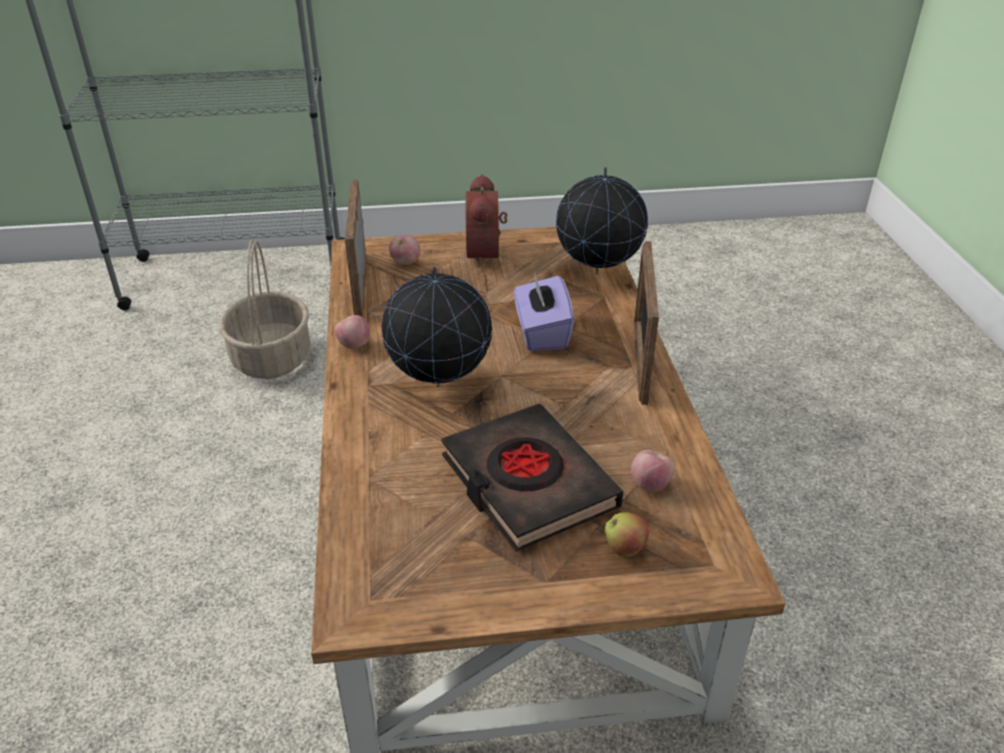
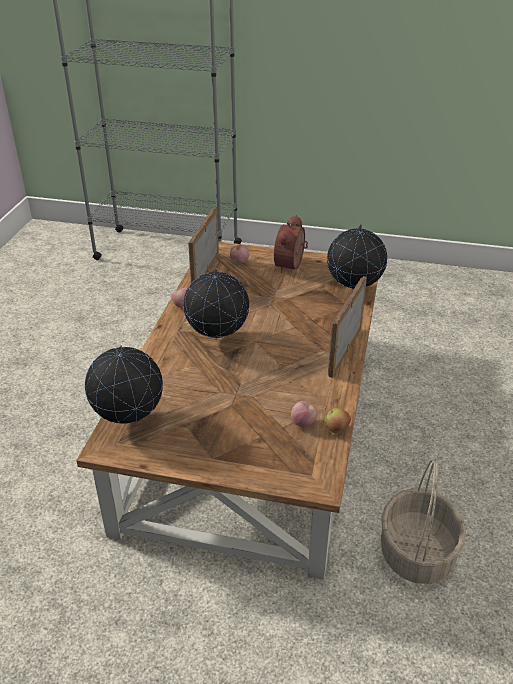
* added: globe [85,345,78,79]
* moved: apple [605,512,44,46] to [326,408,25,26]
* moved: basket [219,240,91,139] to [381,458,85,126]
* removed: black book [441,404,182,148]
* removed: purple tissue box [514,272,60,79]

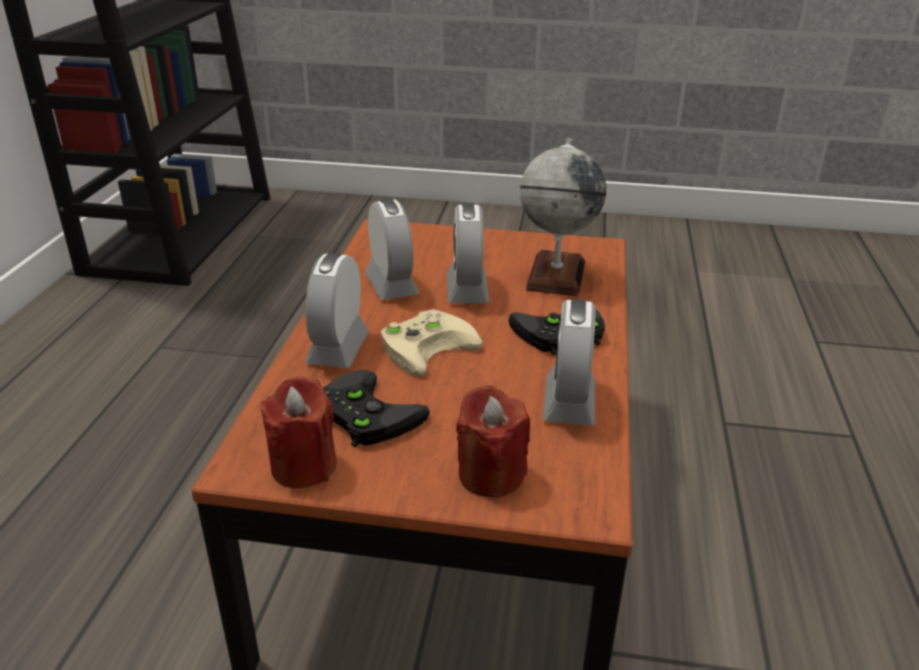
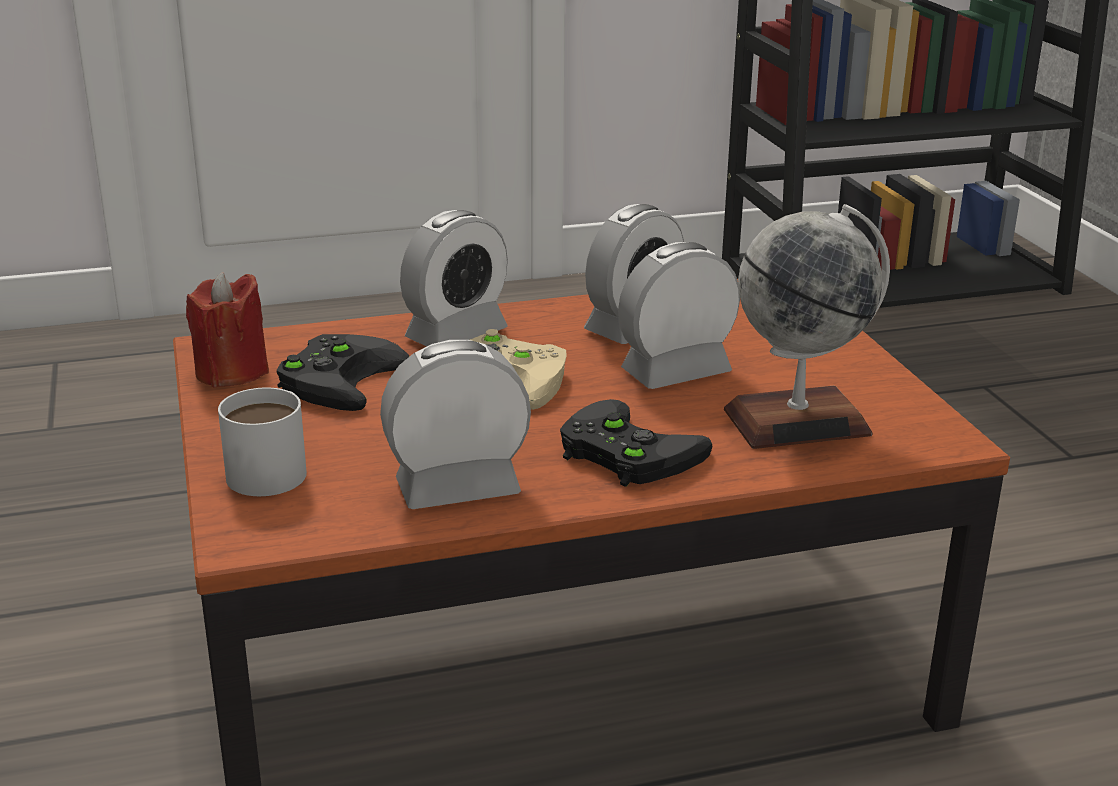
* replaced: red candle [456,385,74,112] to white mug [218,388,89,108]
* turned: alarm clock [305,253,64,115] = [400,210,108,137] 150 degrees clockwise

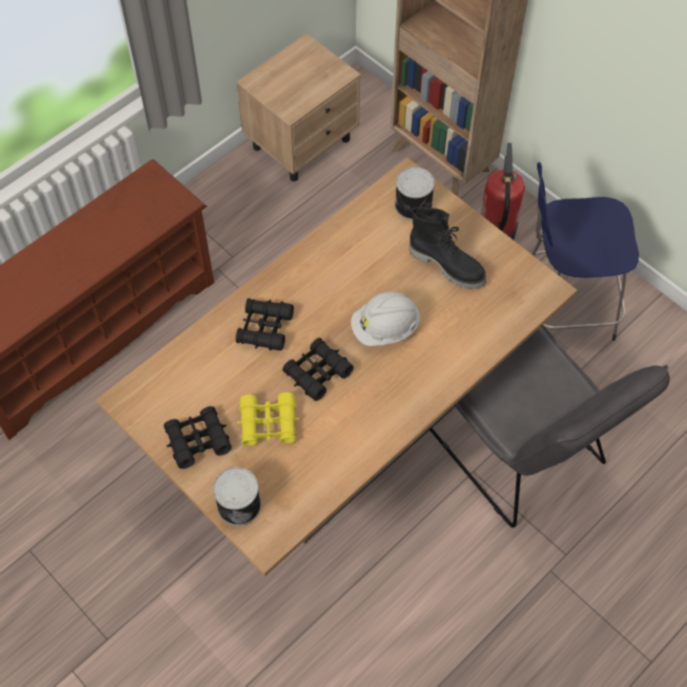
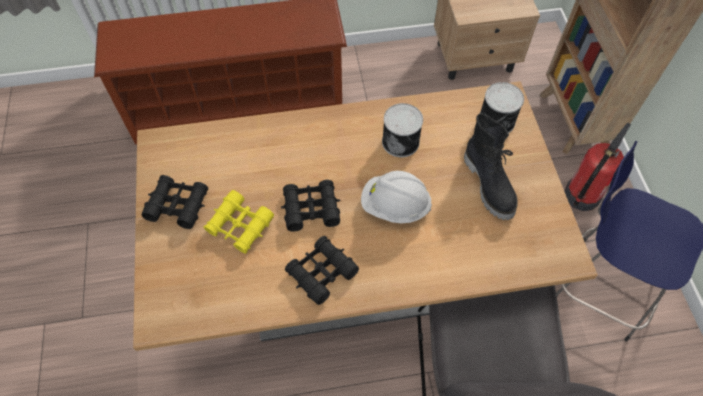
* moved: black binoculars [236,298,58,53] to [285,236,74,69]
* moved: can [213,467,48,59] to [382,103,41,54]

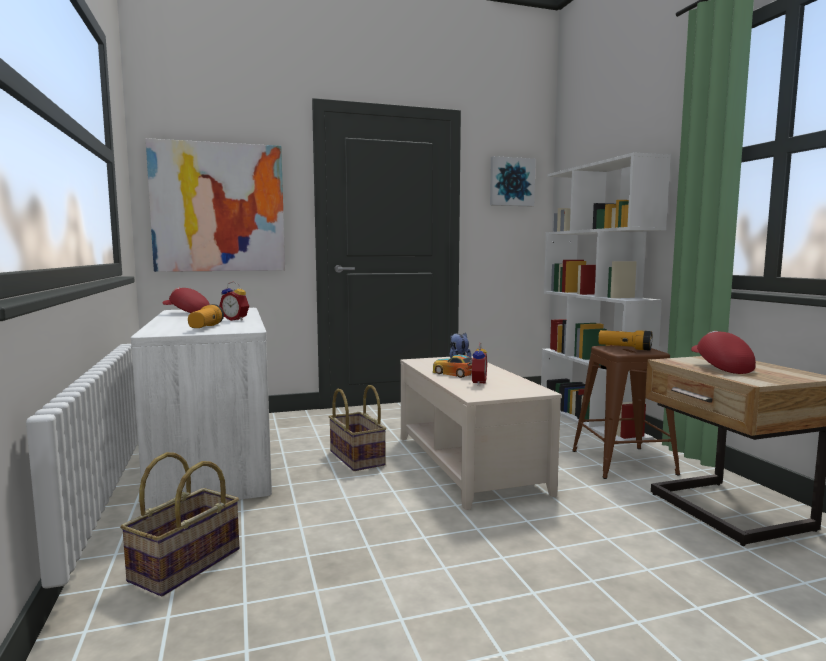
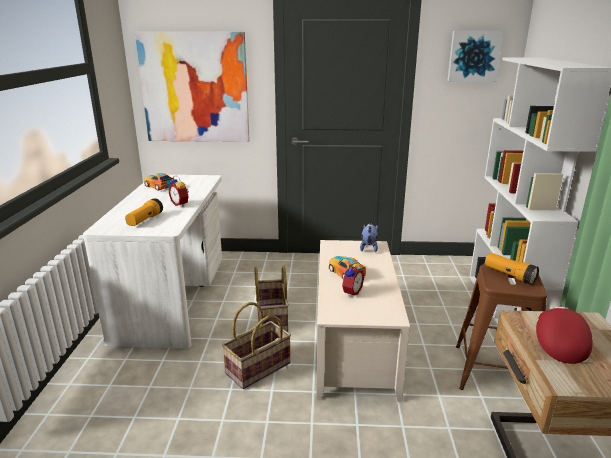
* replaced: red cap [162,288,48,25] to toy car [144,173,31,18]
* moved: basket [120,452,119,145] to [222,302,69,87]

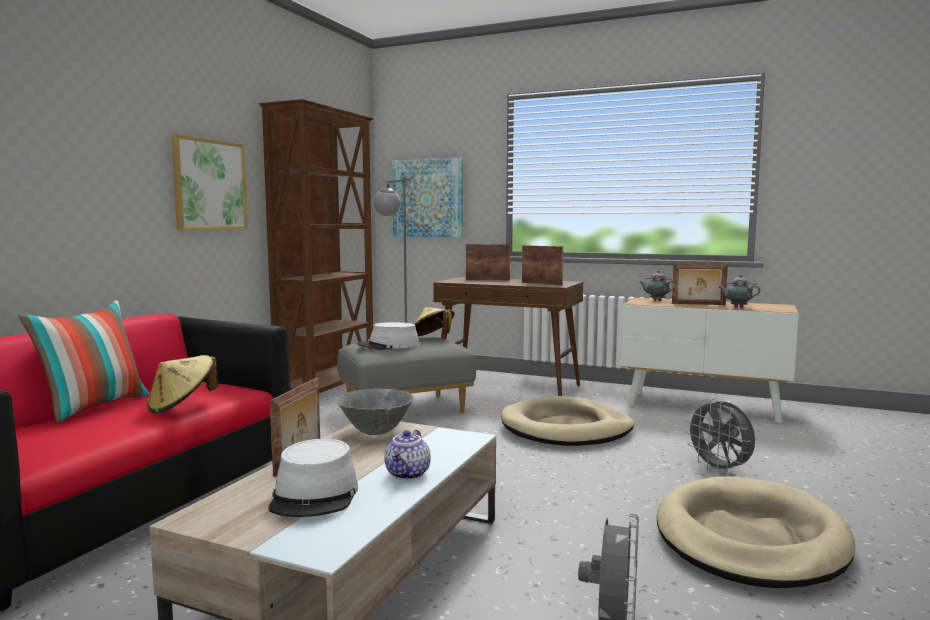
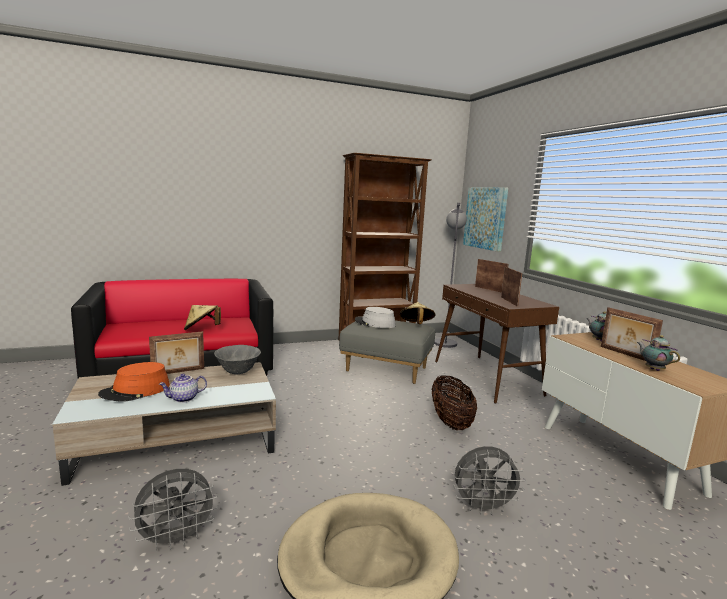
* recoloured: grey hat [268,439,90,78] to orange hat [98,362,72,39]
* replaced: beige dog bed [501,396,133,50] to basket [431,375,46,55]
* turned: grey fan [685,399,70,75] = [453,446,73,69] 105 degrees counterclockwise
* removed: pillow [19,301,131,122]
* removed: picture [171,134,77,96]

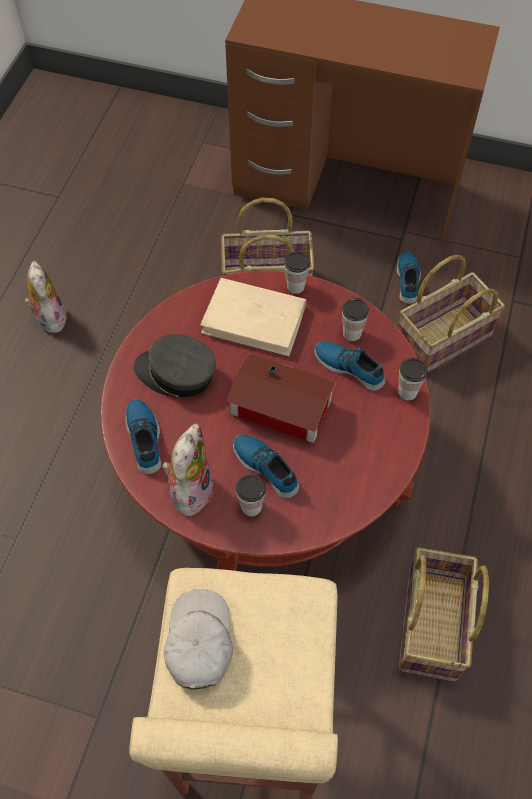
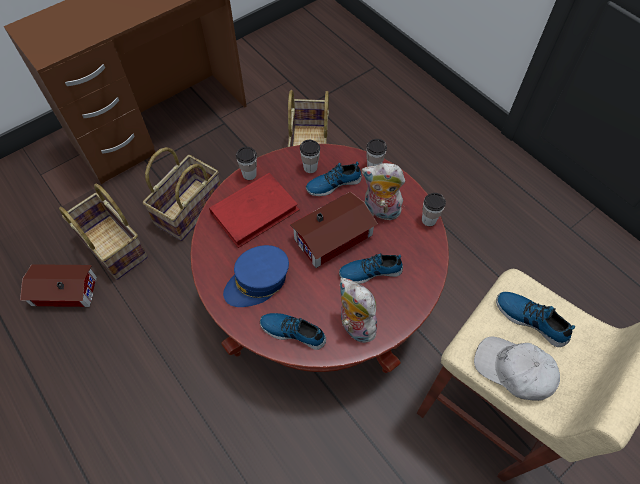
* added: toy house [20,264,77,43]
* moved: basket [398,547,91,135] to [59,184,89,96]
* recoloured: beige book [200,278,106,79] to red book [209,173,91,75]
* recoloured: grey cap [134,334,82,63] to blue cap [223,245,66,62]
* moved: plush toy [24,261,43,72] to [362,163,43,57]
* moved: cup [236,474,30,42] to [422,193,24,33]
* moved: shoe [397,251,24,53] to [496,292,79,55]

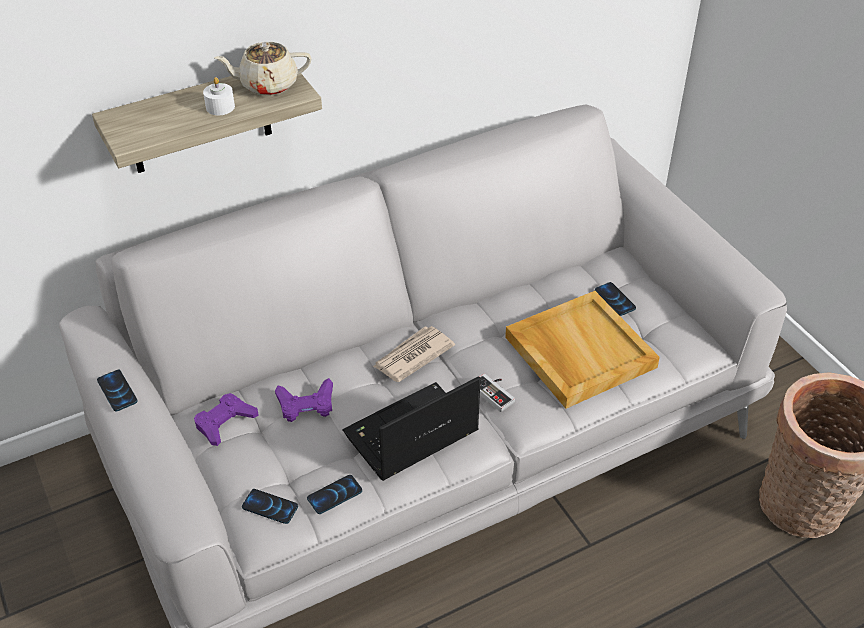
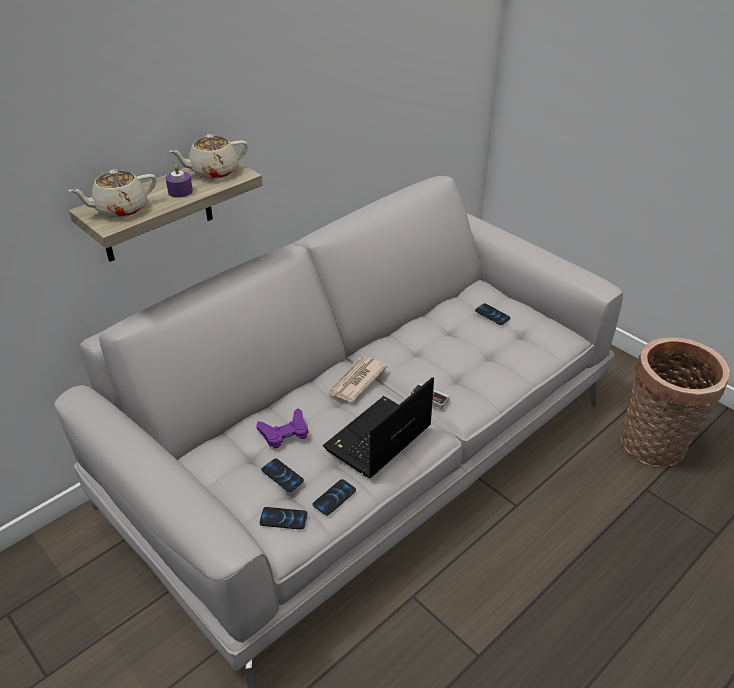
* added: beige teapot [68,169,88,49]
* recoloured: white candle [203,77,32,38] to purple candle [166,165,27,33]
* moved: phone [97,370,40,42] to [261,458,43,34]
* removed: purple game controller [194,393,65,53]
* removed: beige tray [505,291,155,117]

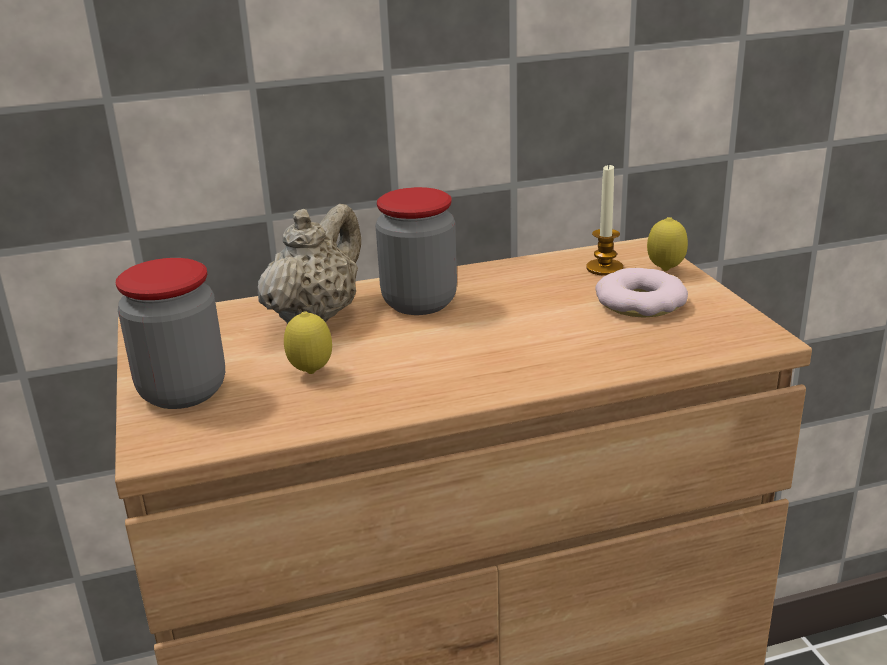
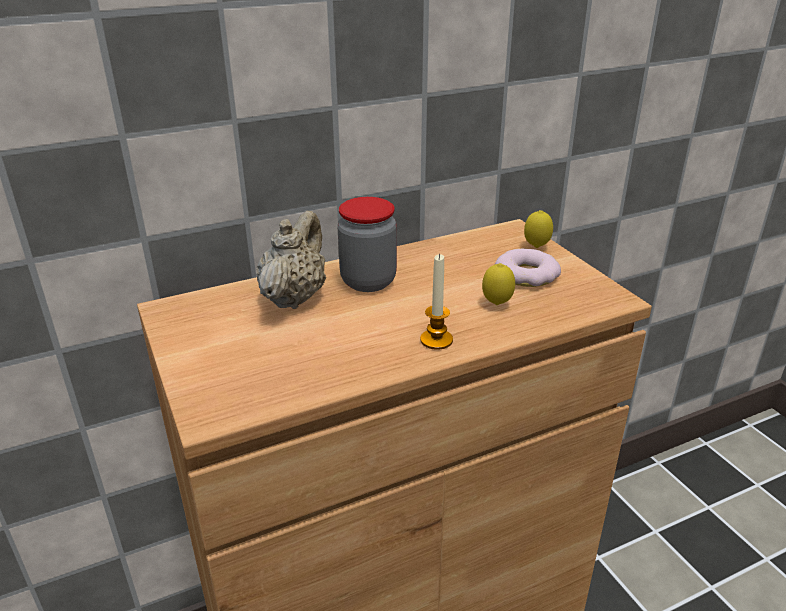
* moved: candle [586,164,37,112] to [420,254,33,96]
* moved: lemon [284,311,48,63] to [482,263,33,42]
* removed: jar [116,258,109,151]

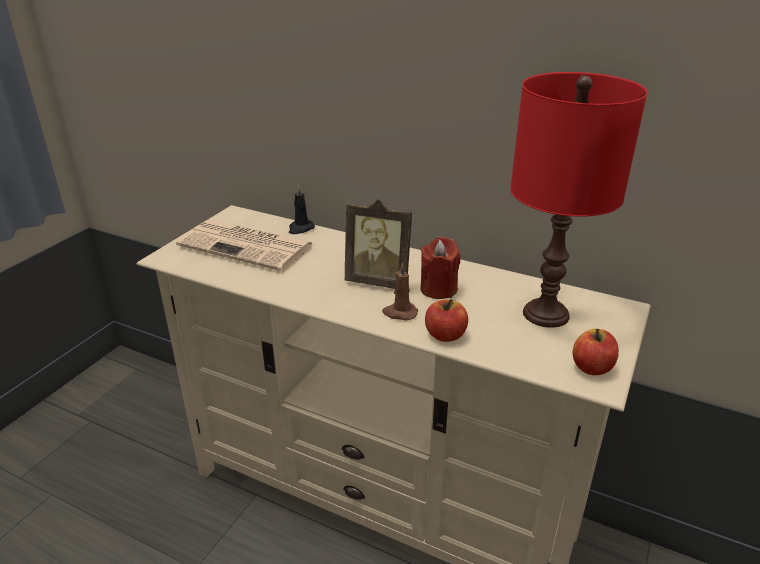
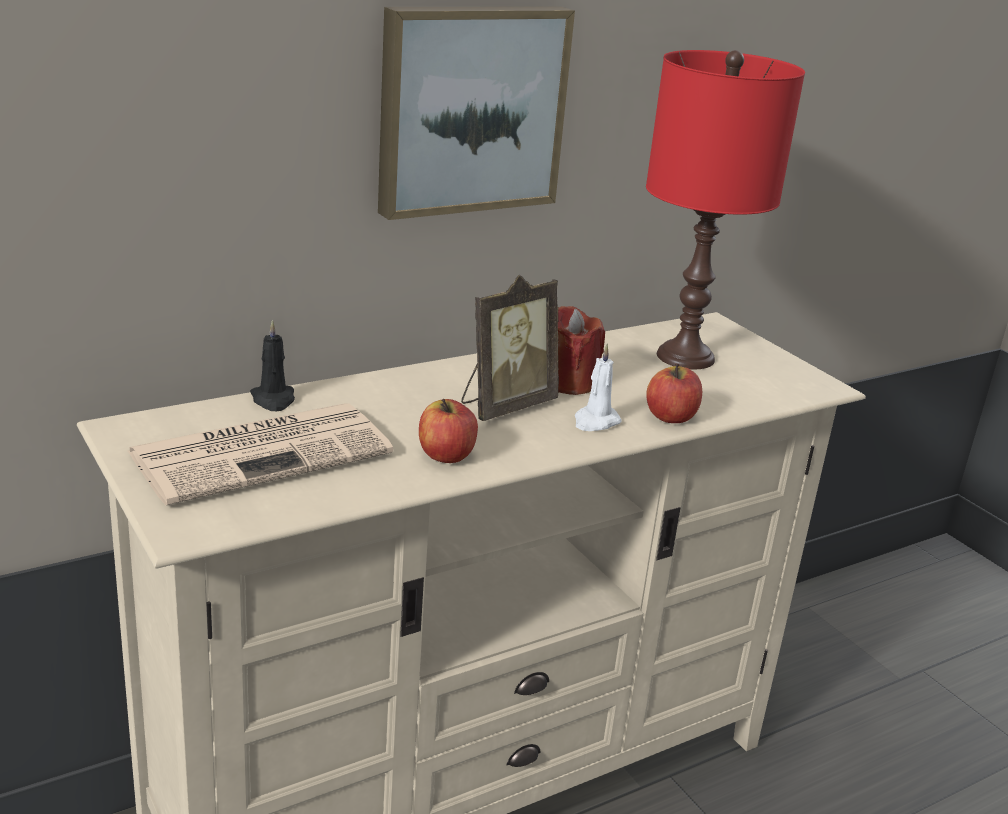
* added: picture [378,6,197,214]
* moved: apple [573,329,46,46] to [419,399,59,64]
* recoloured: brown candle [382,263,36,57] to white candle [575,344,47,87]

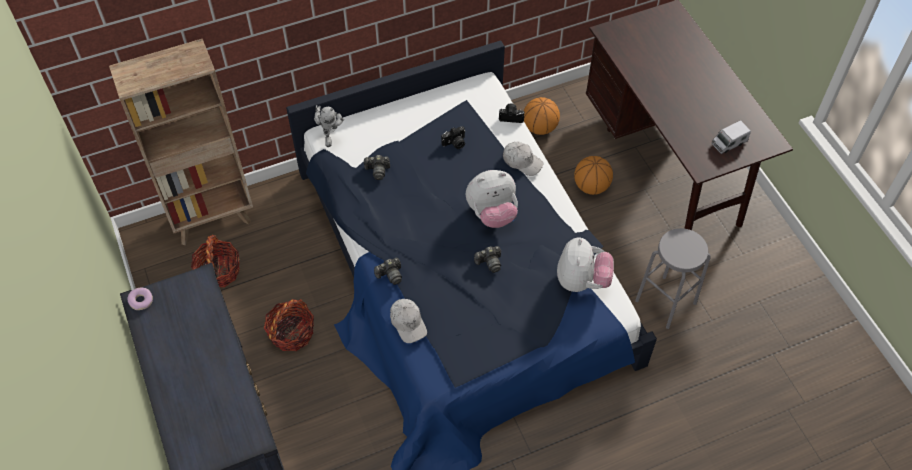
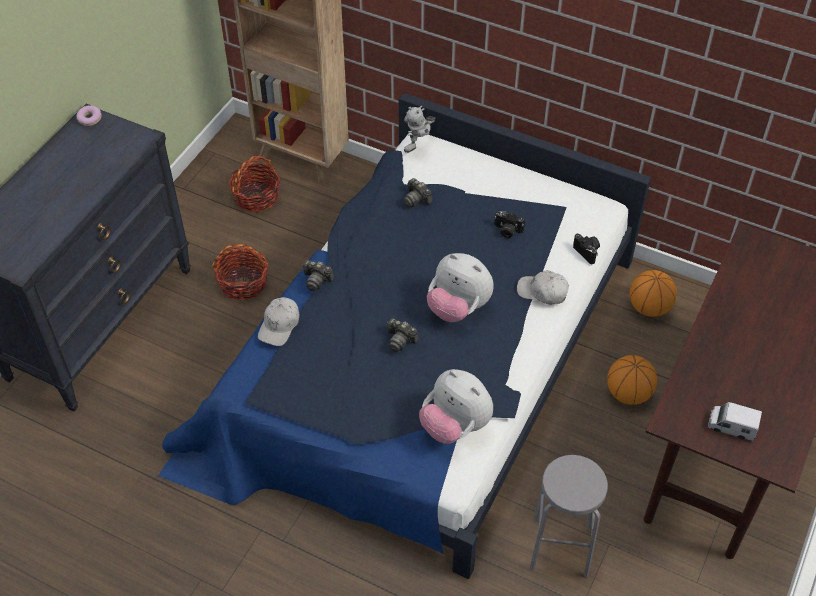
* turned: plush toy [557,238,57,54] = [419,369,74,75] 75 degrees clockwise
* turned: white cap [503,142,41,34] = [517,270,52,34] 120 degrees clockwise

